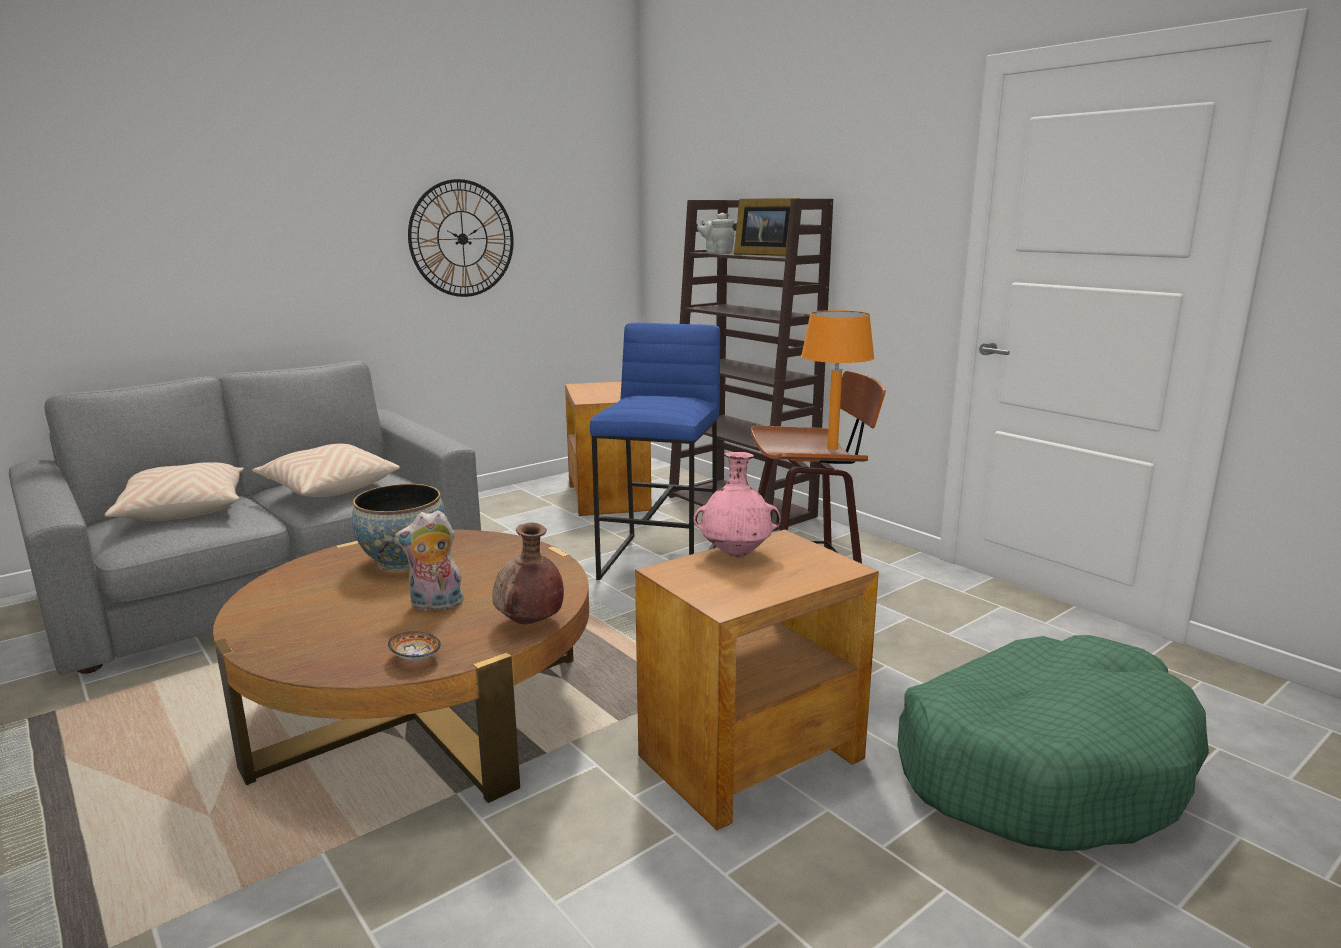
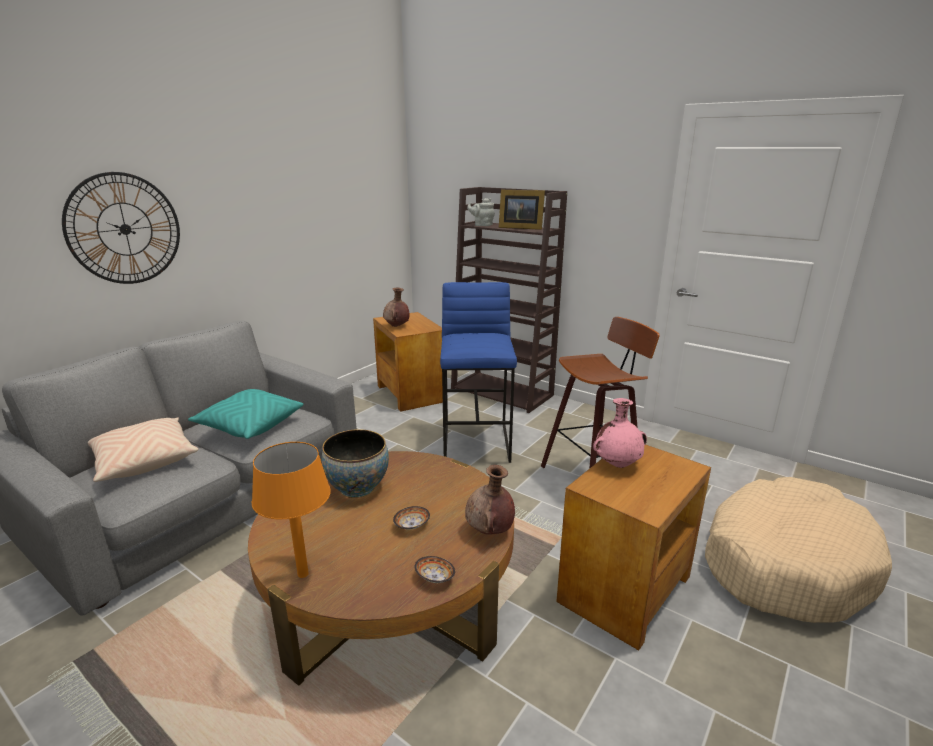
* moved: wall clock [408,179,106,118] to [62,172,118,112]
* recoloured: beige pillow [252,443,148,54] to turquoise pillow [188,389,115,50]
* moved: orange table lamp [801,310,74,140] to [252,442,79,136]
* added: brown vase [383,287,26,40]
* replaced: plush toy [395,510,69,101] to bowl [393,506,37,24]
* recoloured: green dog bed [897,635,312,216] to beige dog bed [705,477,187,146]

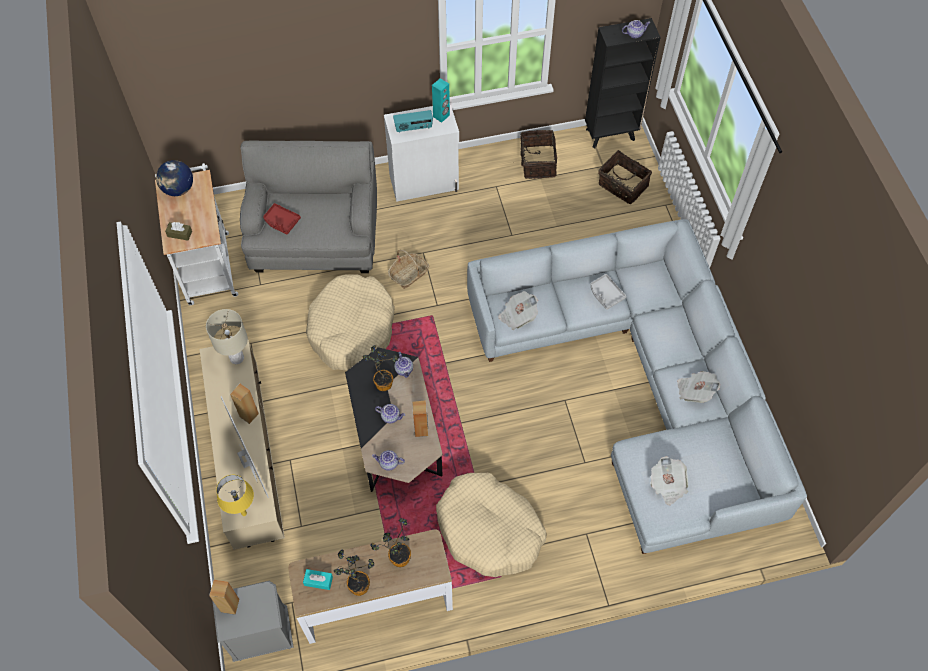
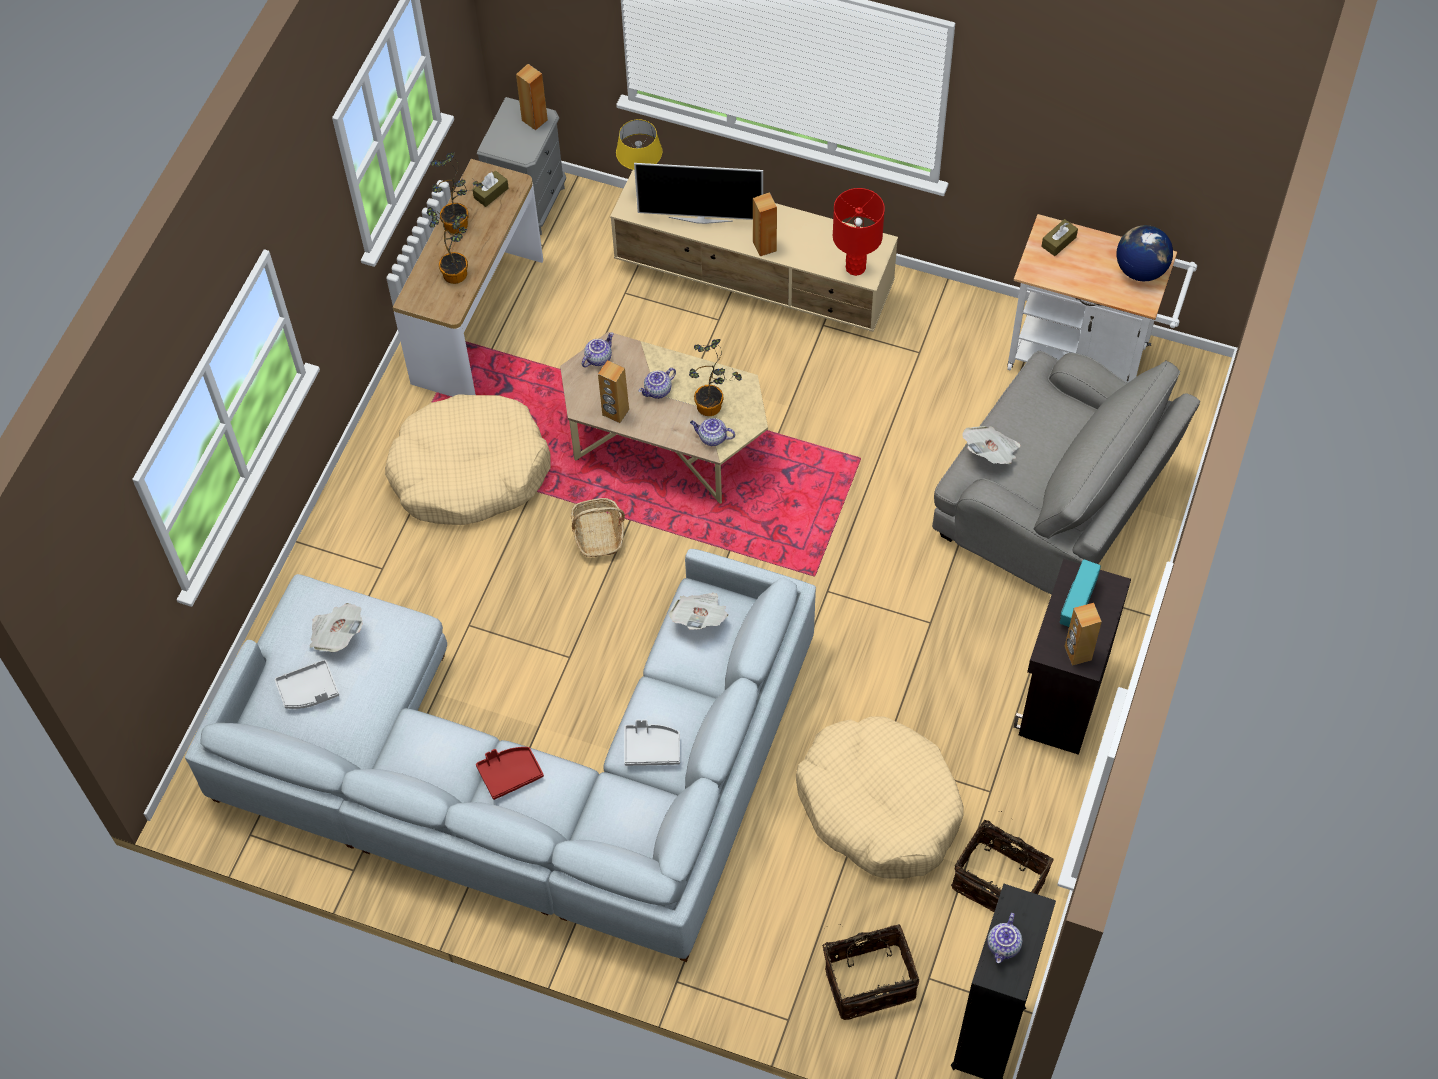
* added: grey tray [274,660,65,49]
* recoloured: turquoise tissue box [303,569,30,21] to brown tissue box [472,171,37,36]
* moved: red tray [263,203,38,31] to [476,747,68,53]
* recoloured: black coffee table [345,347,98,145] to beige coffee table [560,332,208,172]
* moved: basket [388,249,41,40] to [571,498,54,59]
* moved: beige dog bed [306,274,89,96] to [796,716,168,163]
* recoloured: beige table lamp [206,309,42,55] to red table lamp [833,188,52,88]
* moved: newspaper [677,371,43,32] to [962,426,58,39]
* recoloured: white cabinet [384,103,75,99] to black cabinet [1013,559,118,196]
* recoloured: turquoise speaker [432,78,18,45] to brown speaker [1064,603,38,63]

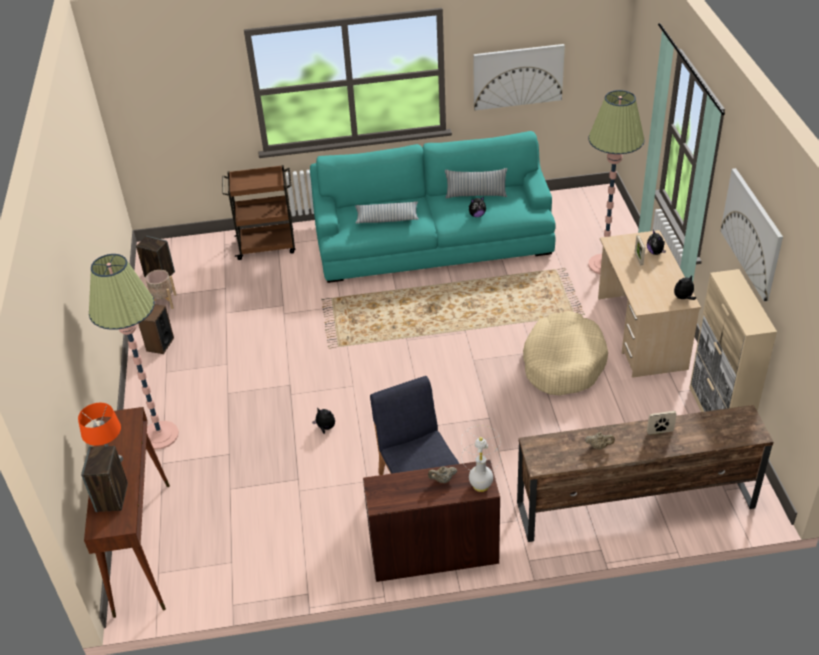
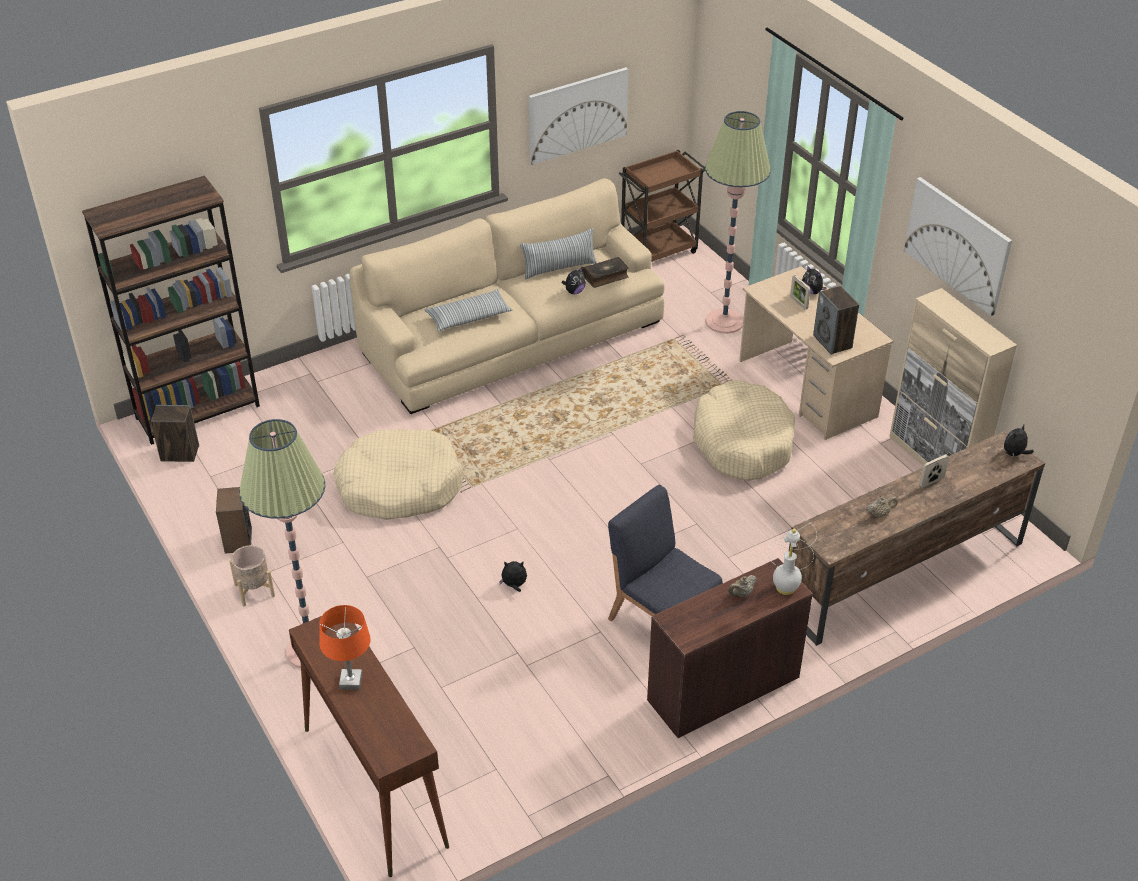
* added: brown bookcase [82,176,178,269]
* moved: beige planter [145,270,31,39] to [229,545,46,61]
* added: beige dog bed [333,429,130,91]
* recoloured: turquoise sofa [310,131,246,152] to beige sofa [349,178,316,236]
* added: book [582,257,47,31]
* moved: brown cart [222,165,73,95] to [619,150,86,112]
* moved: speaker [81,446,47,66] to [813,286,46,69]
* moved: plush toy [674,276,22,24] to [1004,425,30,32]

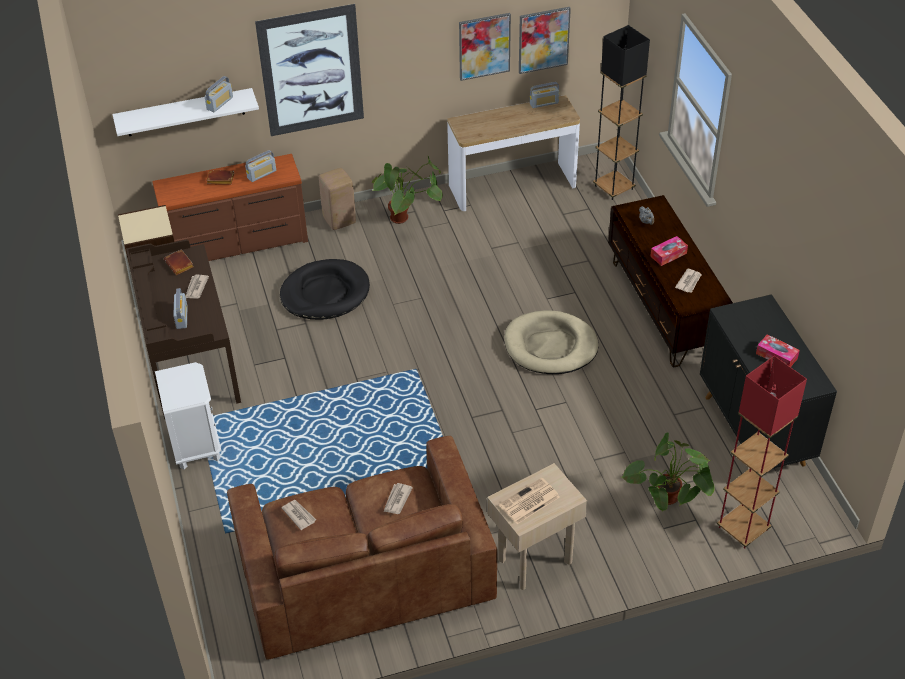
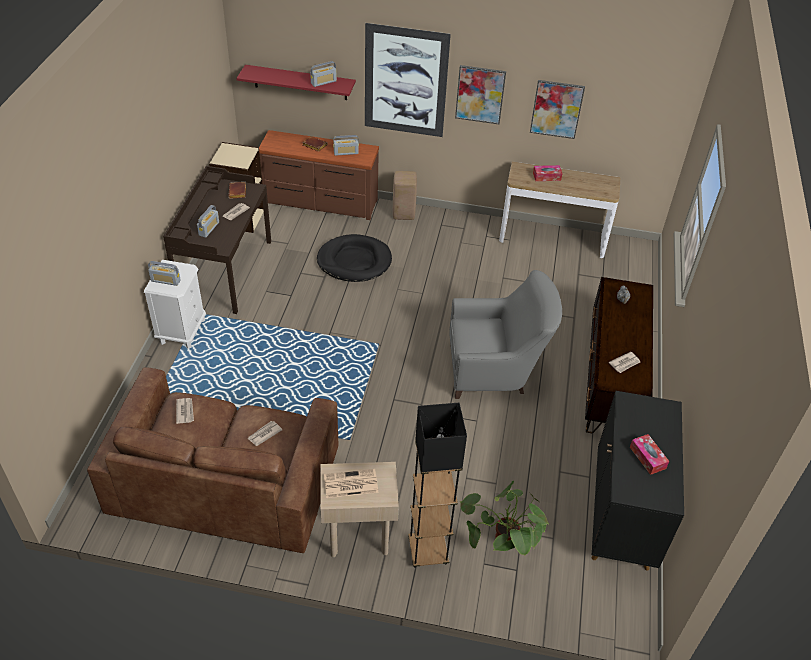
* moved: radio [530,82,29,26] to [148,261,33,25]
* recoloured: white shelf [112,88,147,48] to red shelf [236,65,120,35]
* moved: black floor lamp [593,25,57,175] to [408,403,59,165]
* replaced: beige dog bed [504,310,95,64] to grey armchair [449,270,113,129]
* moved: picture [519,7,52,67] to [455,65,51,59]
* moved: tissue box [650,236,38,30] to [533,165,30,16]
* removed: potted plant [372,155,71,69]
* removed: red floor lamp [717,356,90,193]

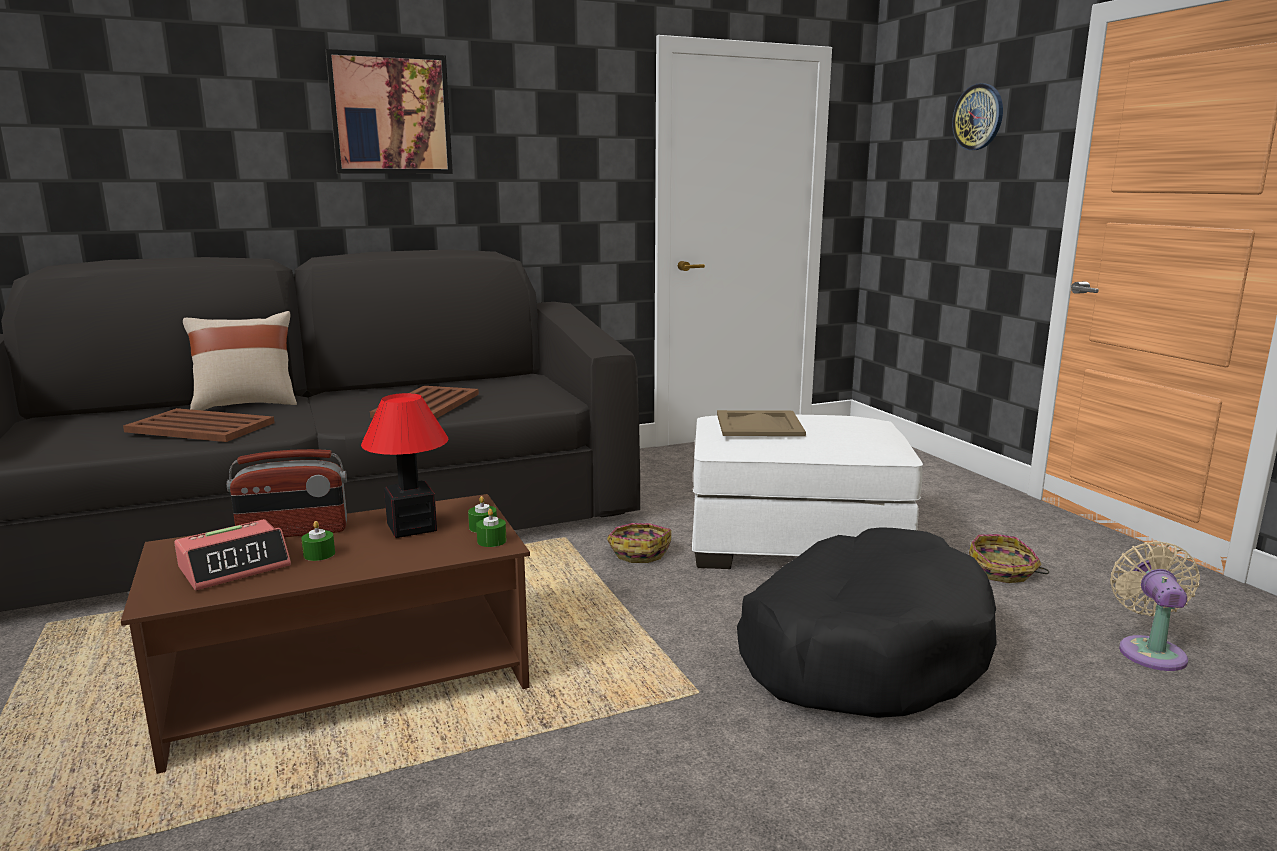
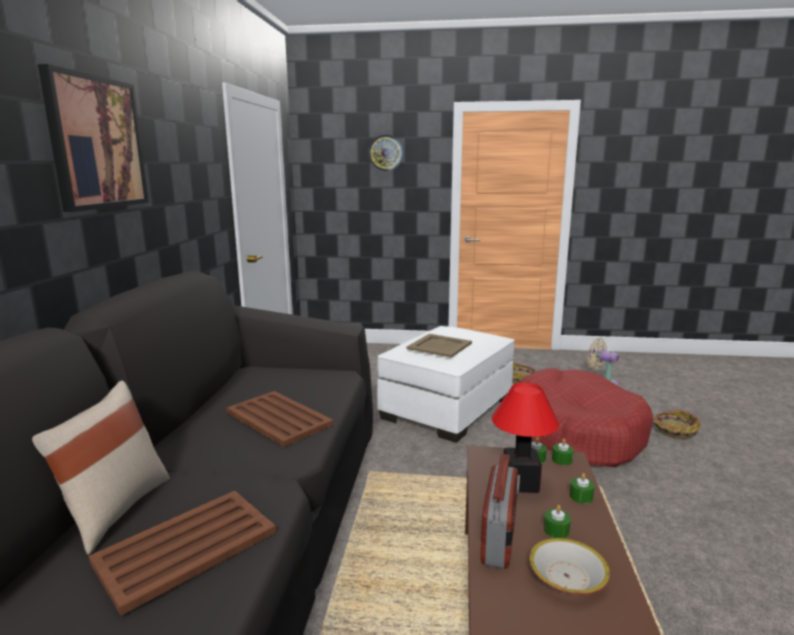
* recoloured: black dog bed [737,528,260,190] to red dog bed [519,368,135,99]
* replaced: alarm clock [174,519,117,71] to bowl [529,538,81,57]
* added: green candle [570,473,24,31]
* moved: basket [607,523,64,40] to [654,409,47,30]

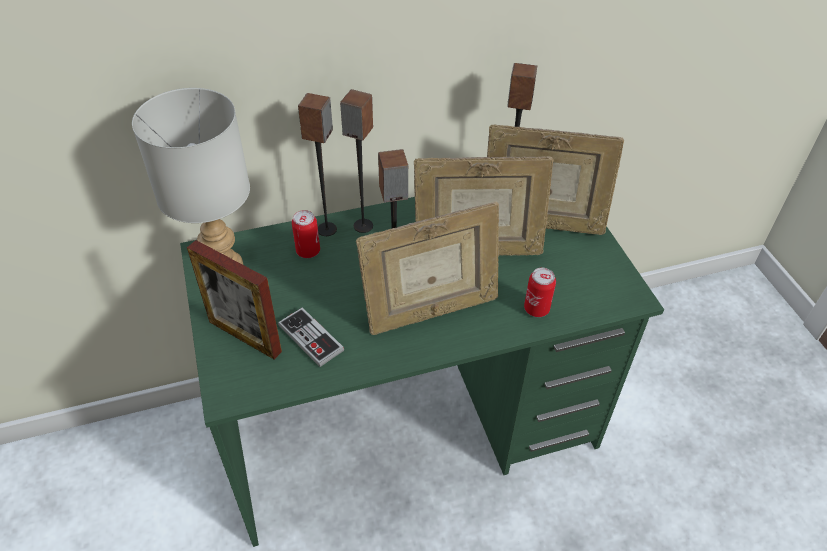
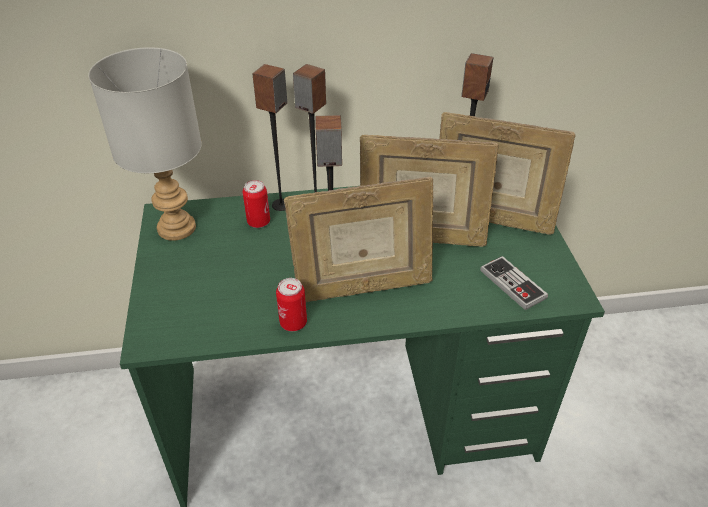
* moved: can [524,268,32,49] to [276,278,31,53]
* moved: game controller [278,307,66,60] to [480,256,68,54]
* removed: picture frame [187,240,95,119]

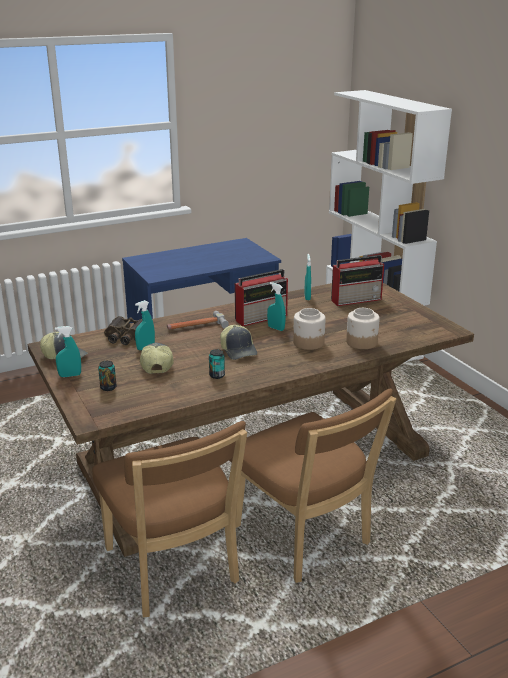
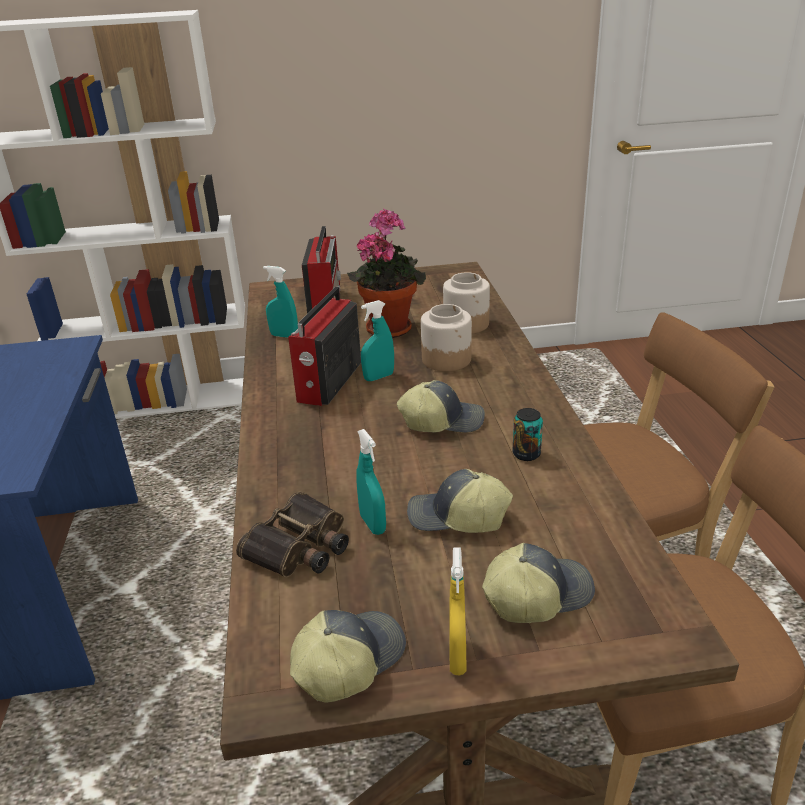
* turned: radio [235,269,53,57] = [288,287,73,119] 150 degrees counterclockwise
* added: potted plant [347,208,79,130]
* recoloured: turquoise spray bottle [55,326,26,51] to yellow spray bottle [449,548,17,128]
* replaced: can [98,361,19,30] to cap [482,543,113,80]
* removed: hammer [167,311,62,19]

